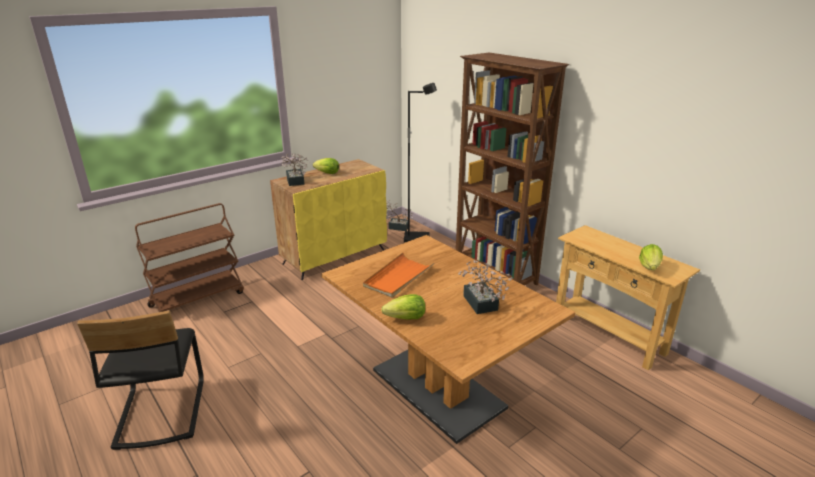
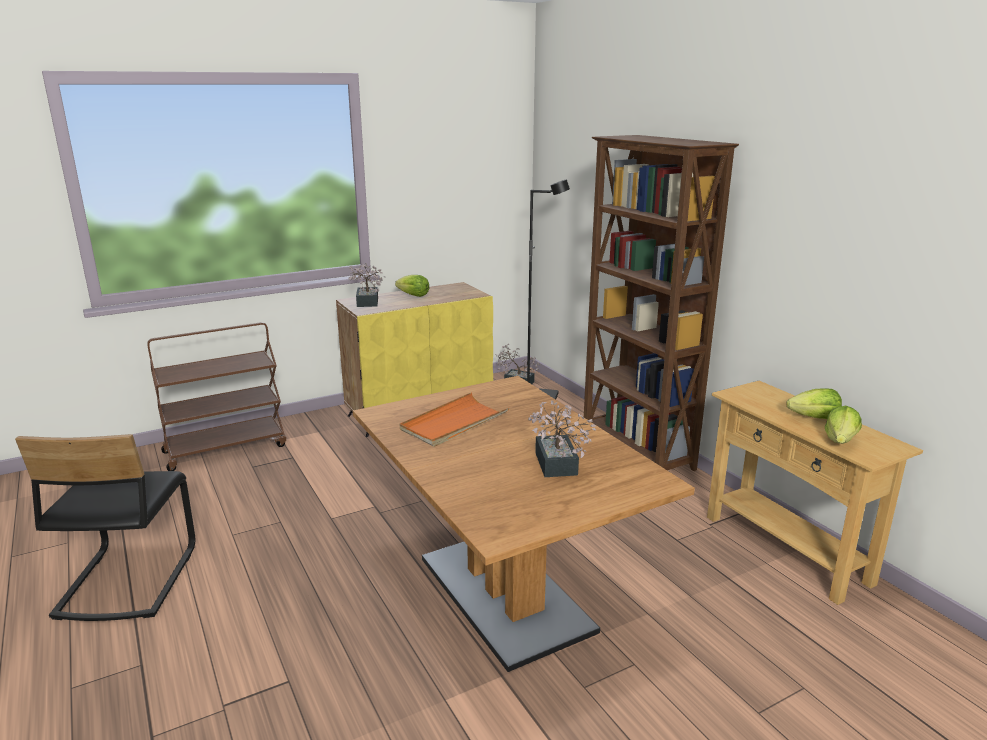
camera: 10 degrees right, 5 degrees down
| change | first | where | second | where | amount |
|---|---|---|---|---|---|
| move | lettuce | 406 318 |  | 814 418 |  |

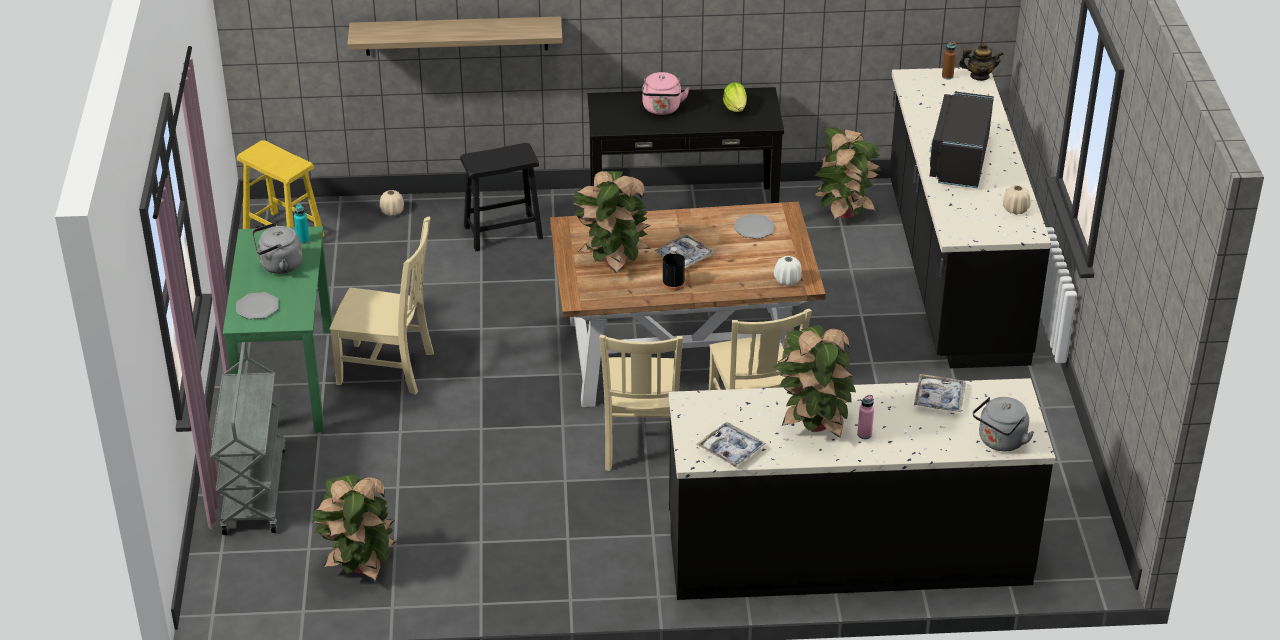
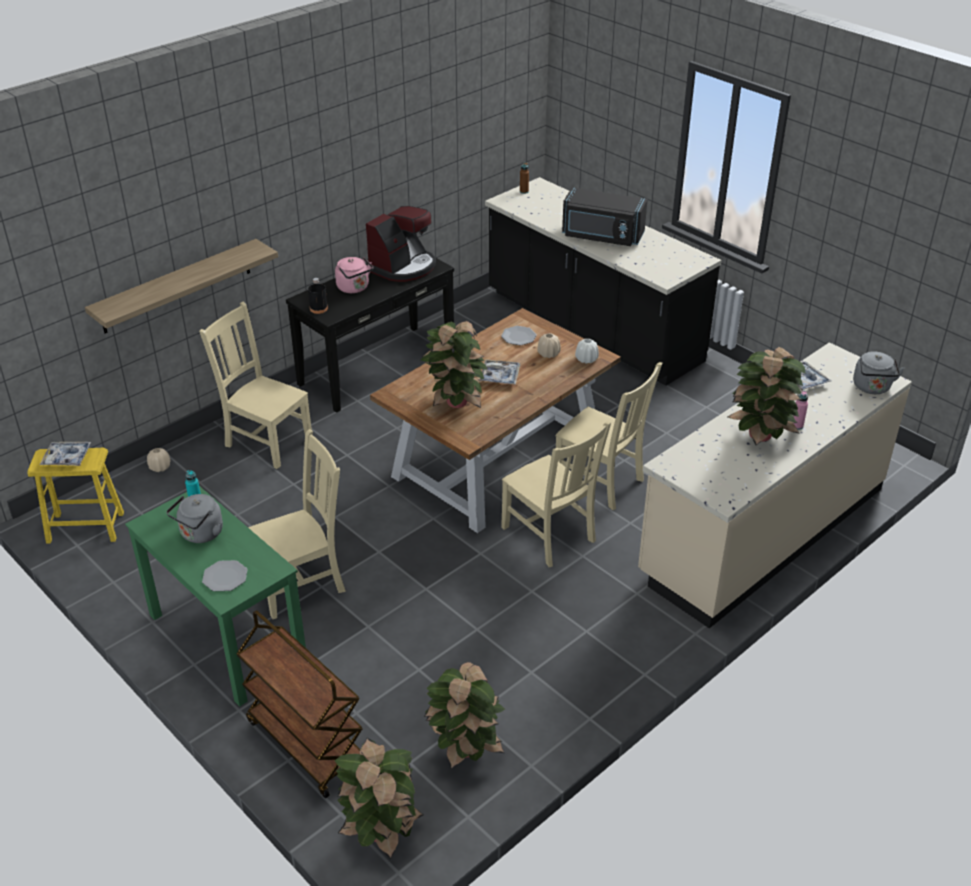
camera: 40 degrees left, 0 degrees up
| change | first | where | second | where | amount |
|---|---|---|---|---|---|
| recolor | cart/grey | 253 490 | cart/brown | 305 744 |  |
| replace | stool/black | 503 232 | chair/beige | 266 441 |  |
| move | bottle/black | 673 283 |  | 318 308 |  |
| recolor | counter/black | 848 552 | counter/beige | 762 531 |  |
| move | tray | 731 449 |  | 67 458 |  |
| replace | lettuce | 735 107 | coffee machine | 403 267 |  |
| move | potted plant | 845 211 |  | 382 829 |  |
| rotate | microwave/black | 958 160 |  | 602 236 | 45 degrees counterclockwise |
| delete | teapot | 979 76 |  |  |  |
| move | vase/beige | 1015 209 |  | 548 354 |  |

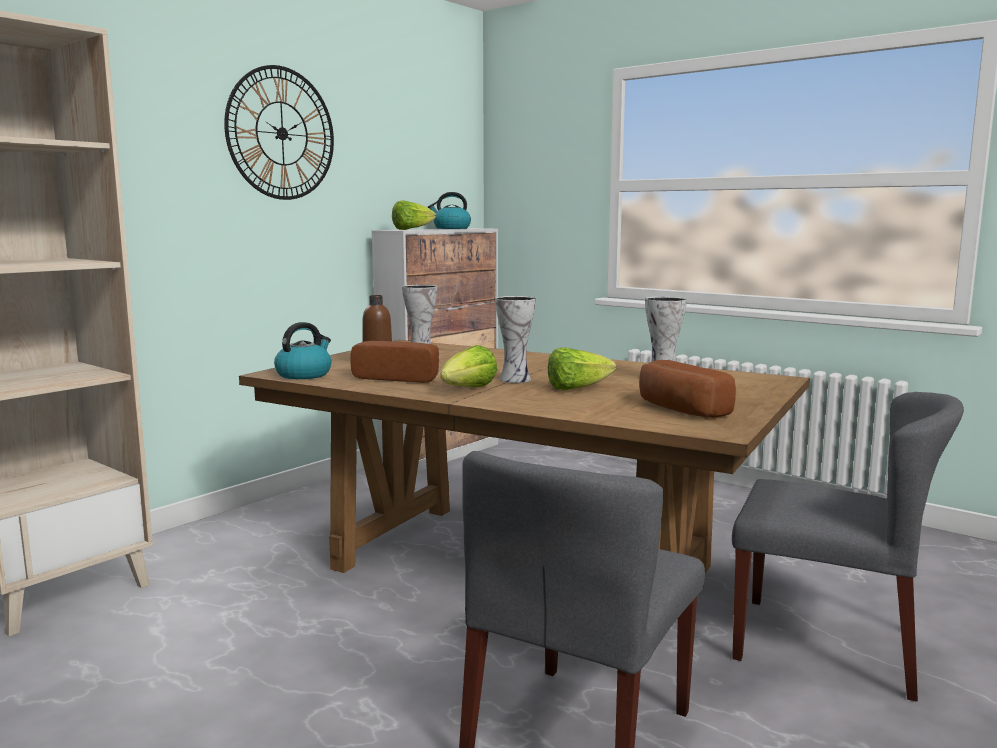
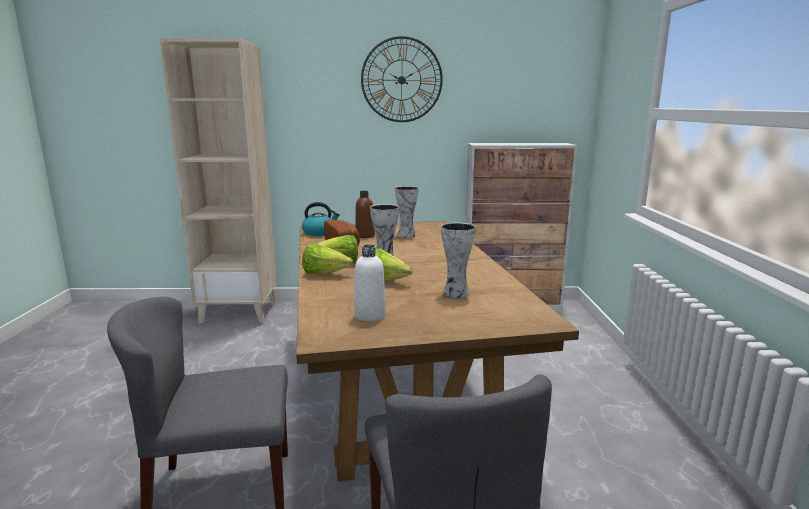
camera: 50 degrees right, 5 degrees up
| change | first | where | second | where | amount |
|---|---|---|---|---|---|
| move | lettuce | 412 229 |  | 324 274 |  |
| delete | kettle | 451 228 |  |  |  |
| replace | bread | 678 409 | bottle/white | 370 316 |  |

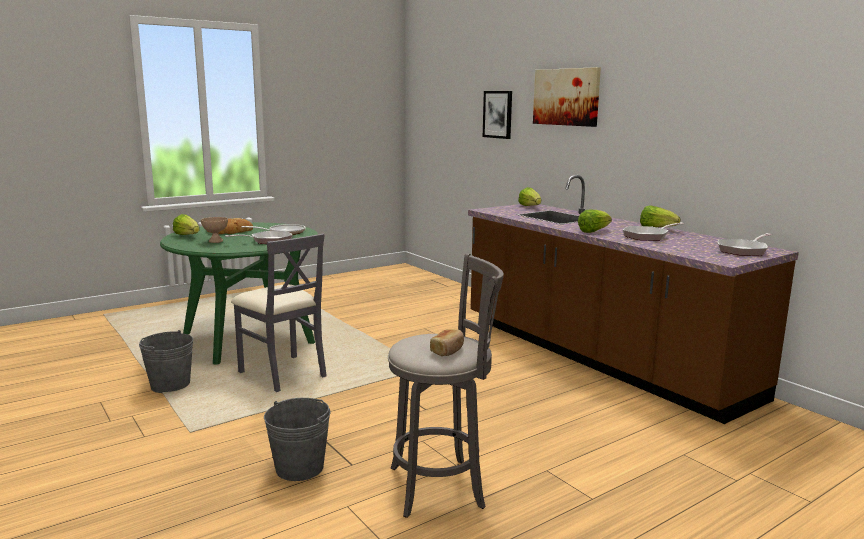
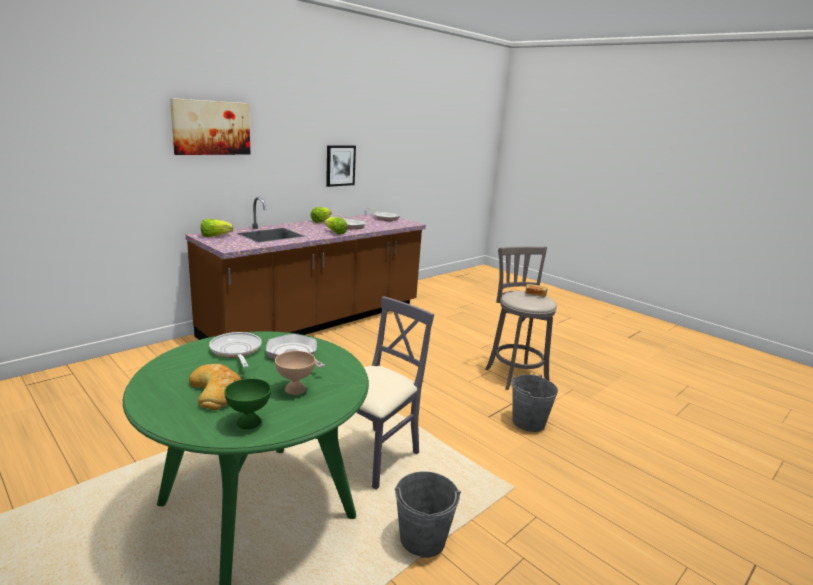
camera: 100 degrees left, 5 degrees up
| change | first | where | second | where | amount |
|---|---|---|---|---|---|
| replace | lettuce | 187 236 | bowl/green | 248 422 |  |
| move | picture | 498 114 |  | 340 165 |  |

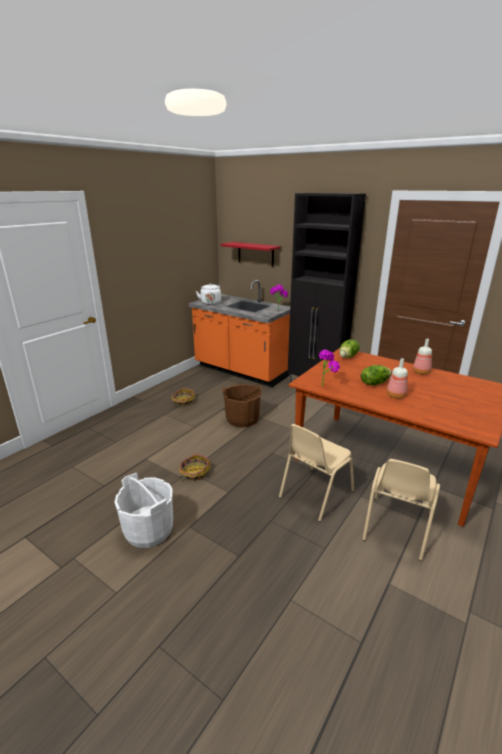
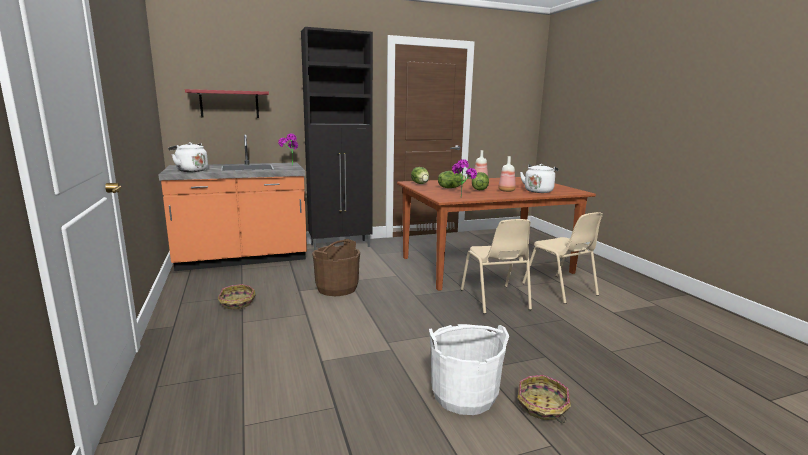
camera: 55 degrees left, 10 degrees down
| change | first | where | second | where | amount |
|---|---|---|---|---|---|
| move | basket | 194 473 |  | 542 407 |  |
| insert |  |  | lettuce | 450 188 |  |
| insert |  |  | kettle/white | 538 191 |  |

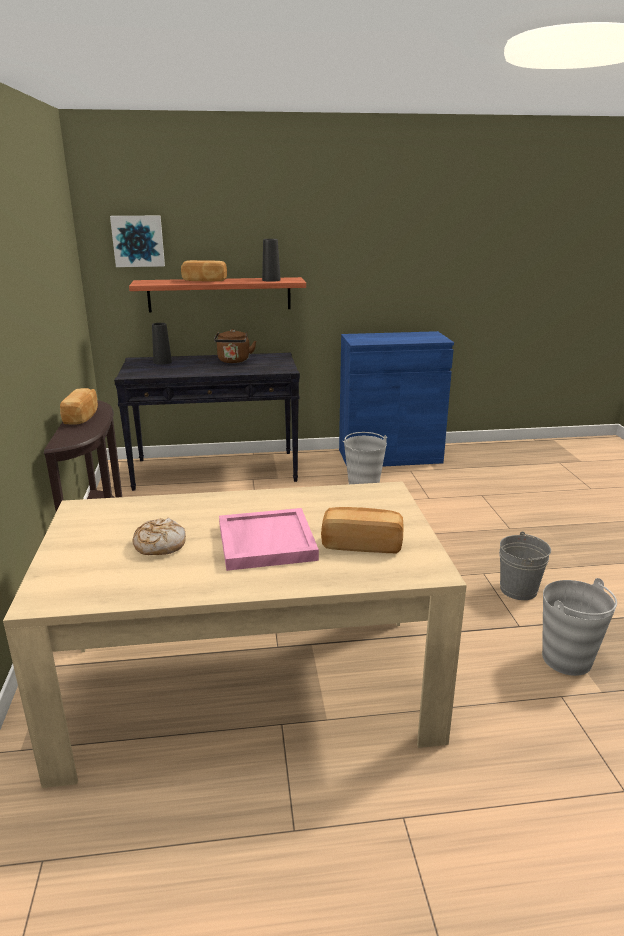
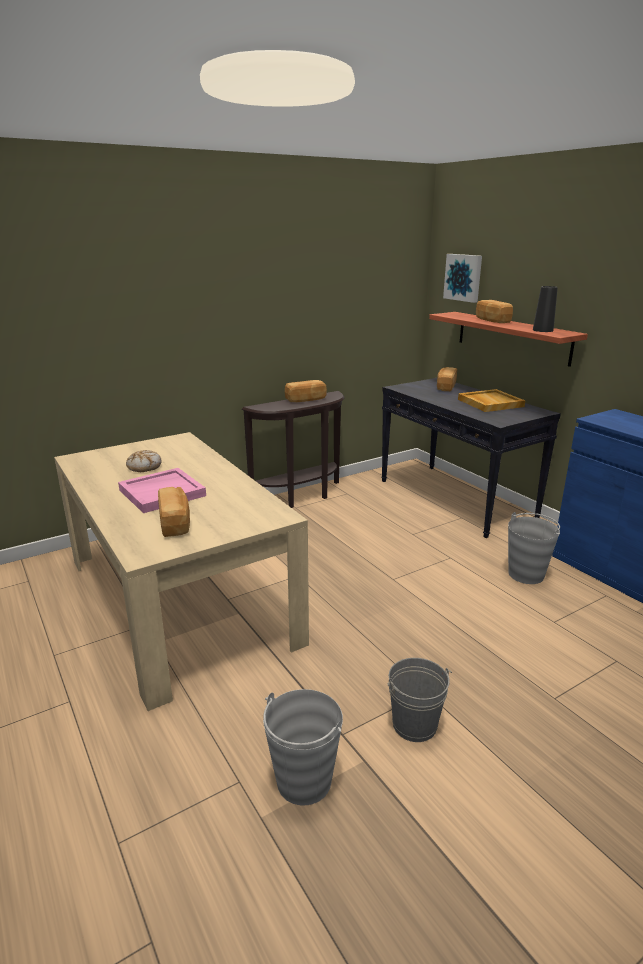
camera: 65 degrees right, 0 degrees up
| change | first | where | second | where | amount |
|---|---|---|---|---|---|
| replace | vase/black | 162 362 | bread | 445 387 |  |
| replace | kettle/brown | 234 361 | tray/beige | 489 403 |  |

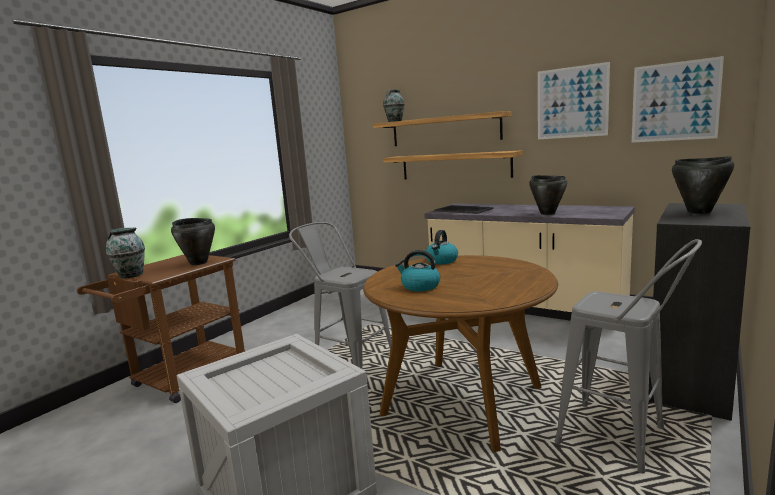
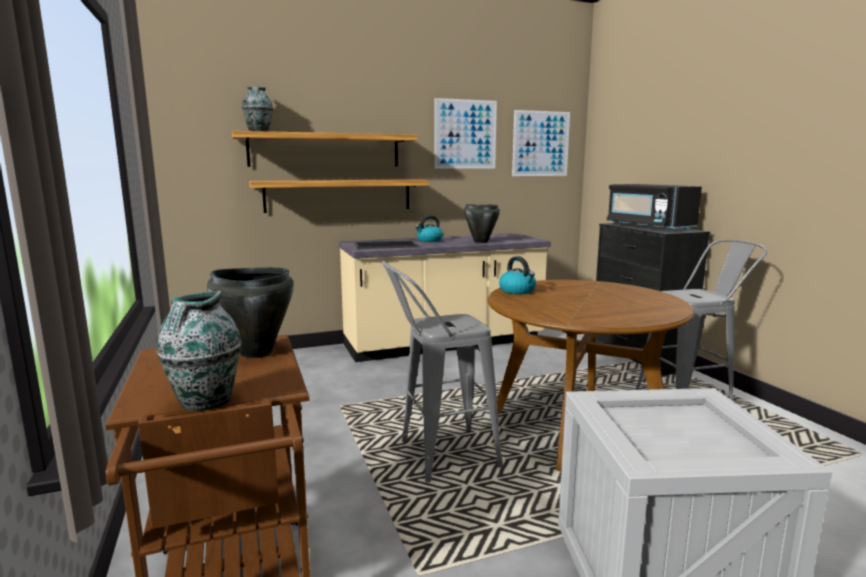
camera: 55 degrees left, 0 degrees up
| change | first | where | second | where | amount |
|---|---|---|---|---|---|
| move | kettle | 419 286 |  | 429 240 |  |
| replace | cooking pot/black | 699 212 | microwave/black | 648 227 |  |

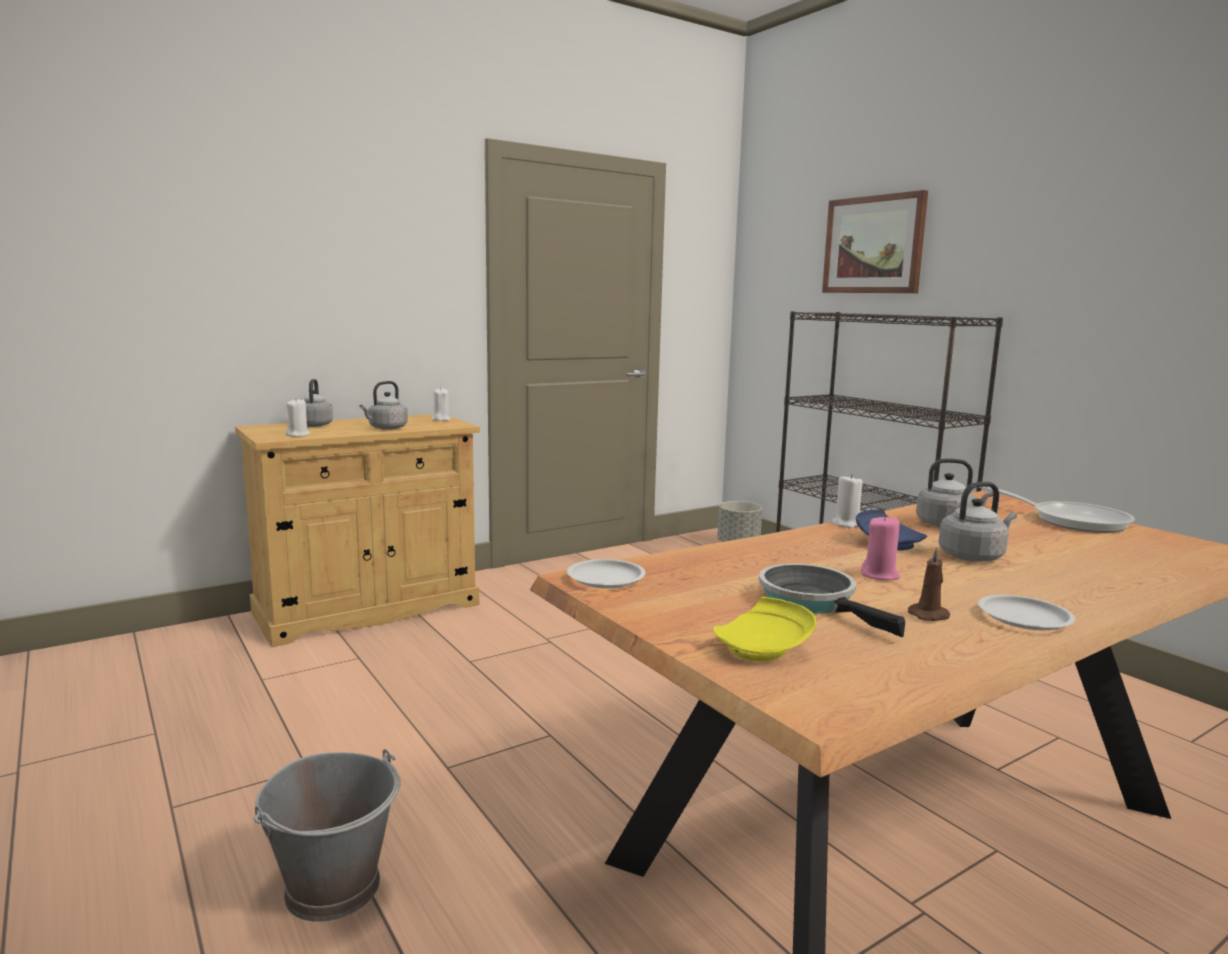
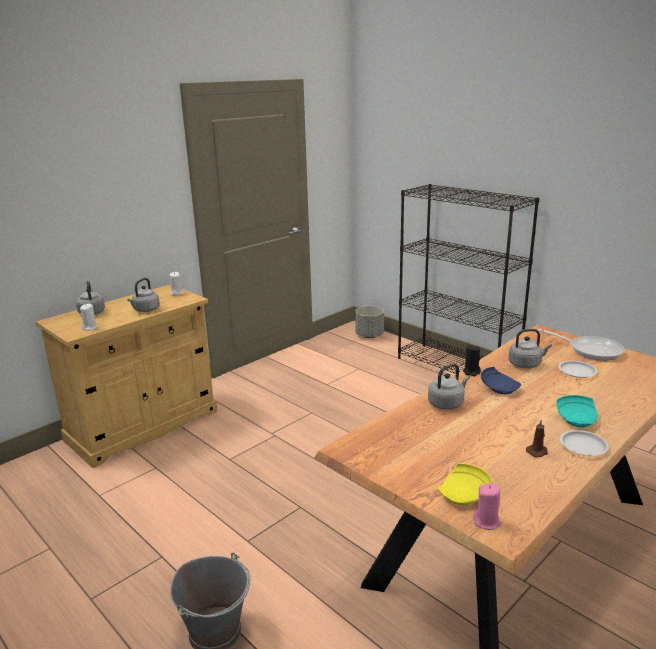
camera: 10 degrees left, 10 degrees up
| change | first | where | second | where | amount |
|---|---|---|---|---|---|
| move | plate/white | 605 578 |  | 576 371 |  |
| delete | frying pan | 813 602 |  |  |  |
| delete | picture | 873 245 |  |  |  |
| recolor | candle/white | 847 524 | candle/black | 471 372 |  |
| move | candle/pink | 880 575 |  | 487 521 |  |
| move | kettle/grey | 973 556 |  | 447 403 |  |
| insert |  |  | plate/turquoise | 577 419 |  |

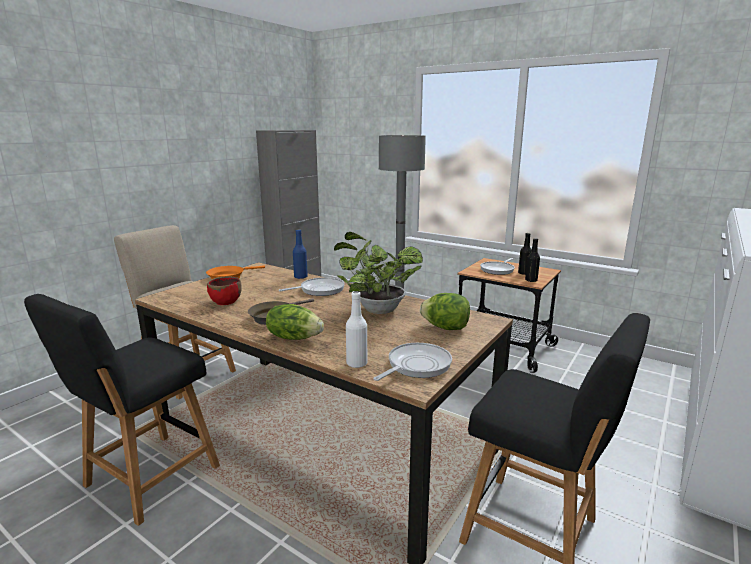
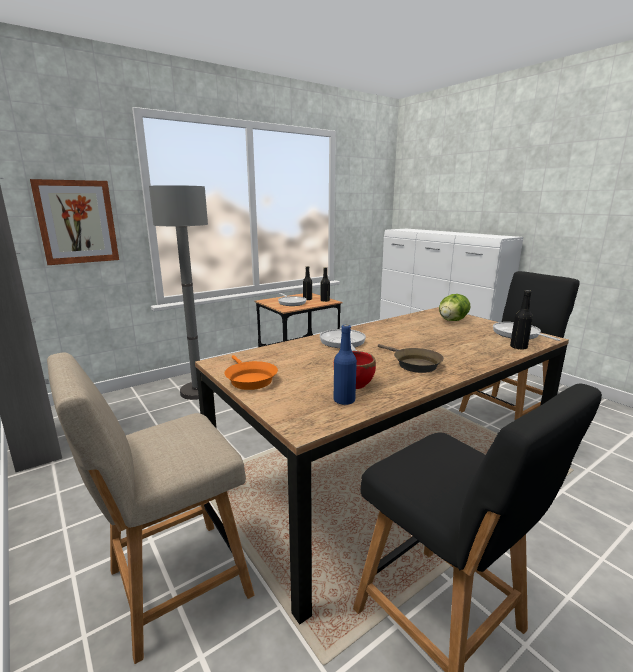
camera: 70 degrees left, 0 degrees up
| change | first | where | second | where | amount |
|---|---|---|---|---|---|
| delete | lettuce | 294 337 |  |  |  |
| move | bottle/blue | 300 277 |  | 344 400 |  |
| delete | potted plant | 376 309 |  |  |  |
| recolor | bottle/white | 356 363 | bottle/black | 518 347 |  |
| insert |  |  | picture | 77 222 |  |

